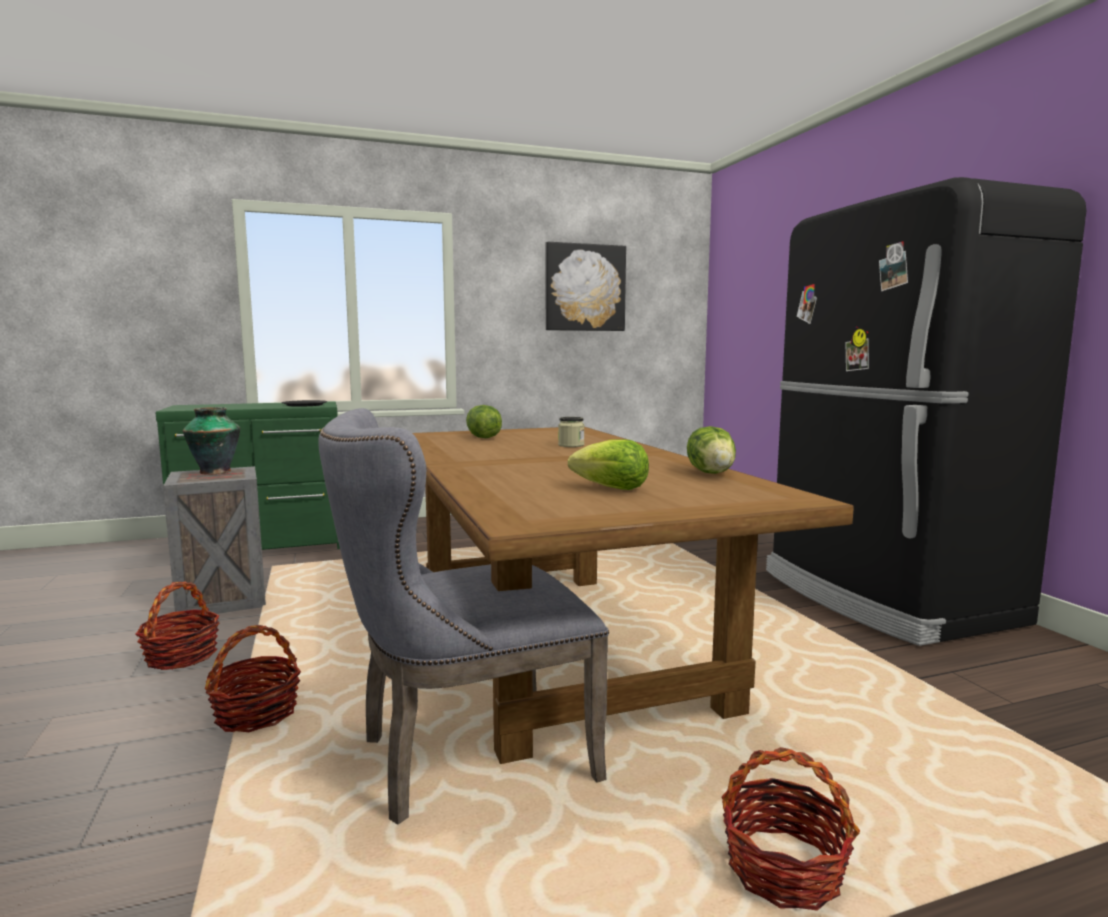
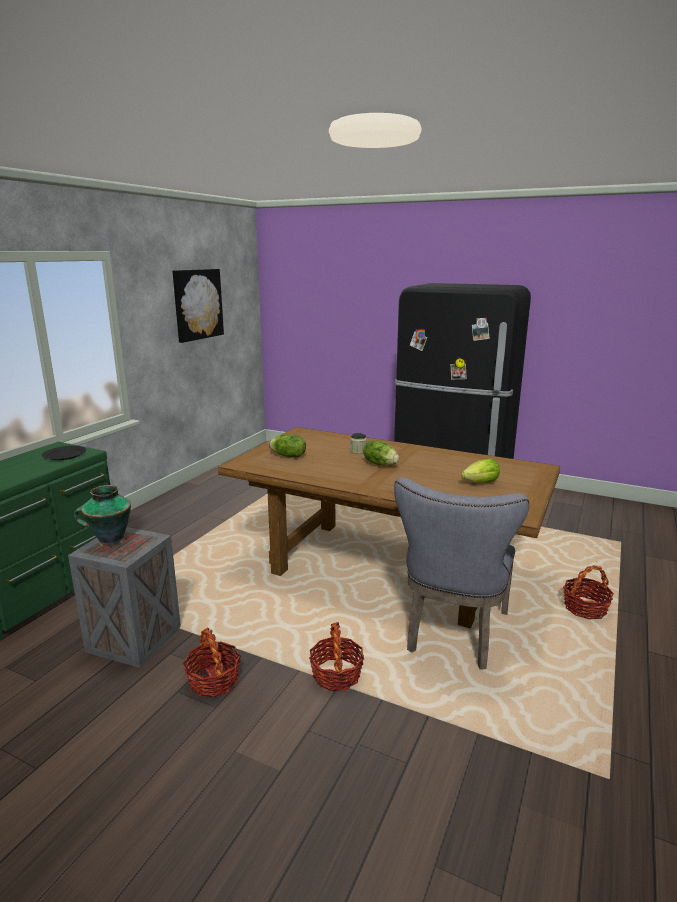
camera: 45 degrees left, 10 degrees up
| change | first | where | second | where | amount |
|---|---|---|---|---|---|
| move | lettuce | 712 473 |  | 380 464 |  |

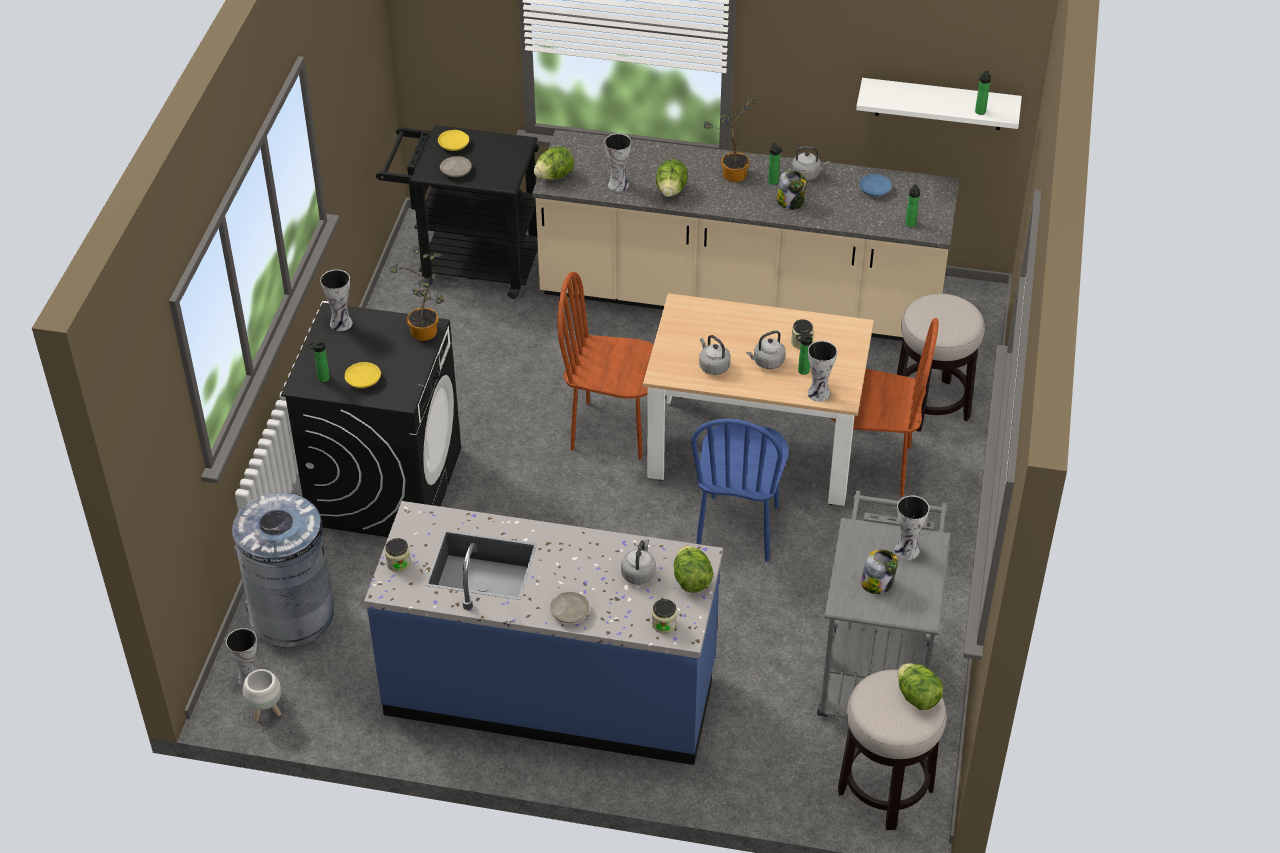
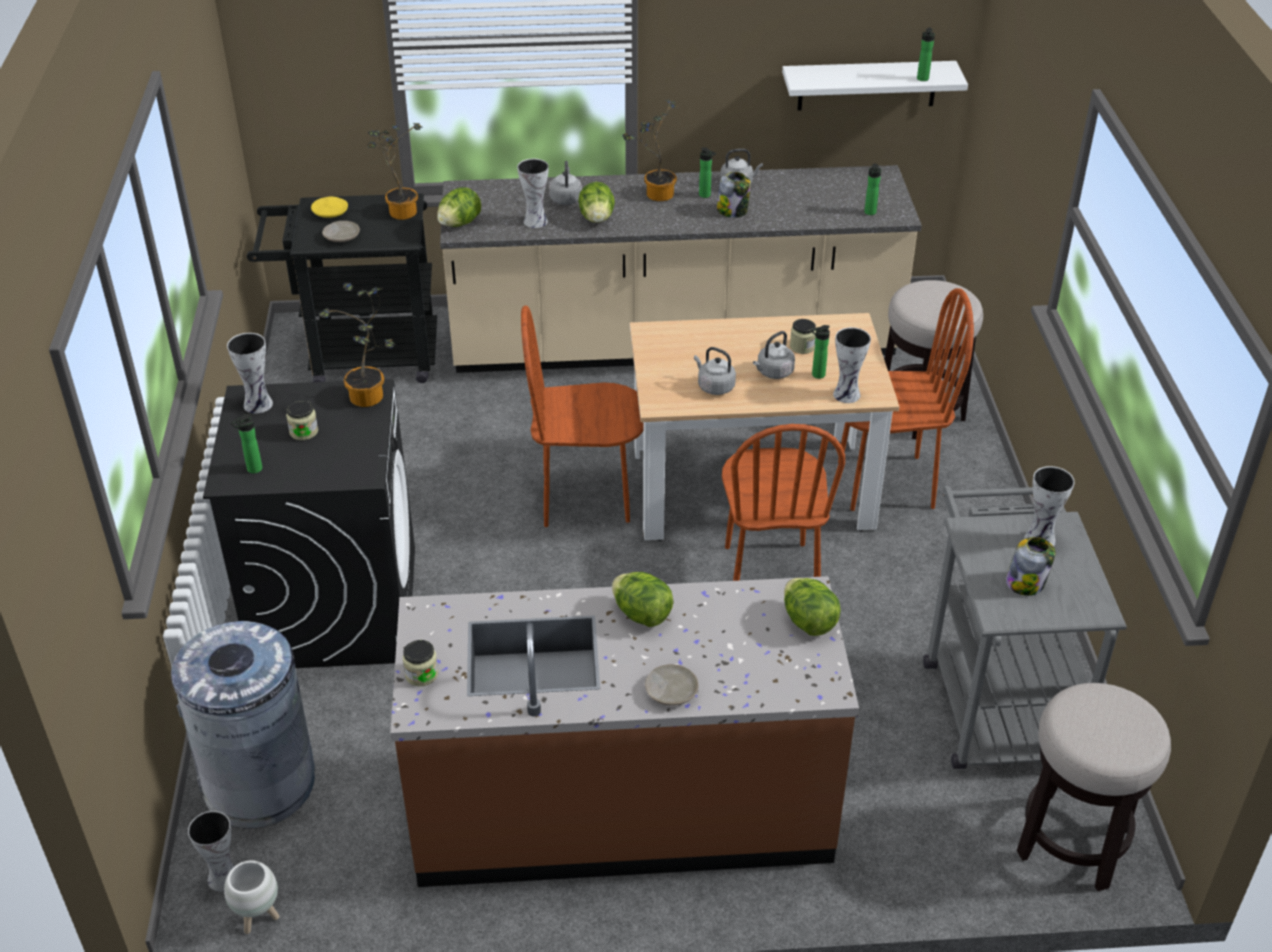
camera: 15 degrees left, 5 degrees down
| change | first | where | second | where | amount |
|---|---|---|---|---|---|
| delete | plate/yellow | 363 379 |  |  |  |
| recolor | counter/blue | 551 689 | counter/brown | 622 807 |  |
| move | kettle/grey | 639 573 |  | 566 198 |  |
| move | jar | 664 624 |  | 304 432 |  |
| recolor | chair/blue | 738 528 | chair/brown | 769 575 |  |
| delete | plate/blue | 874 190 |  |  |  |
| move | lettuce | 917 697 |  | 642 614 |  |
| insert |  |  | potted plant | 400 211 |  |

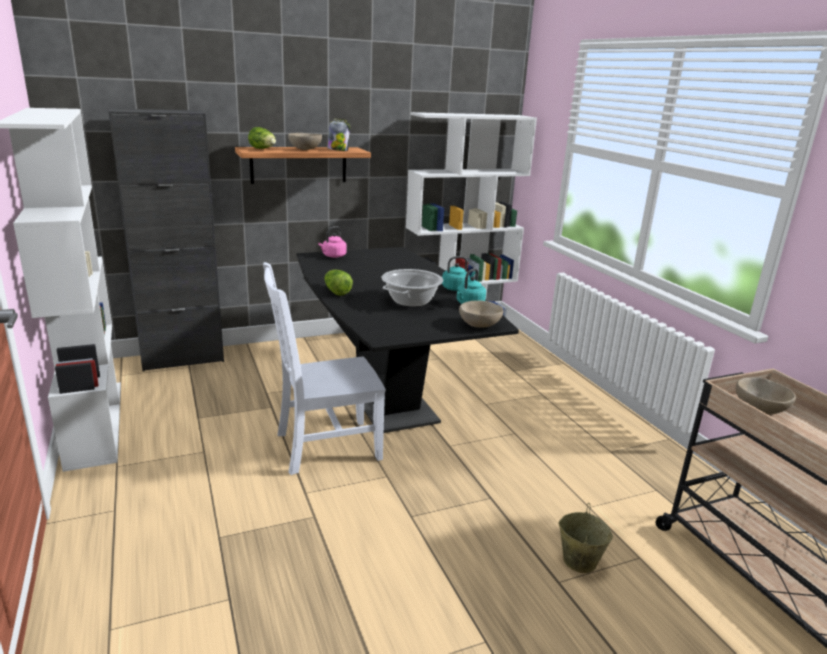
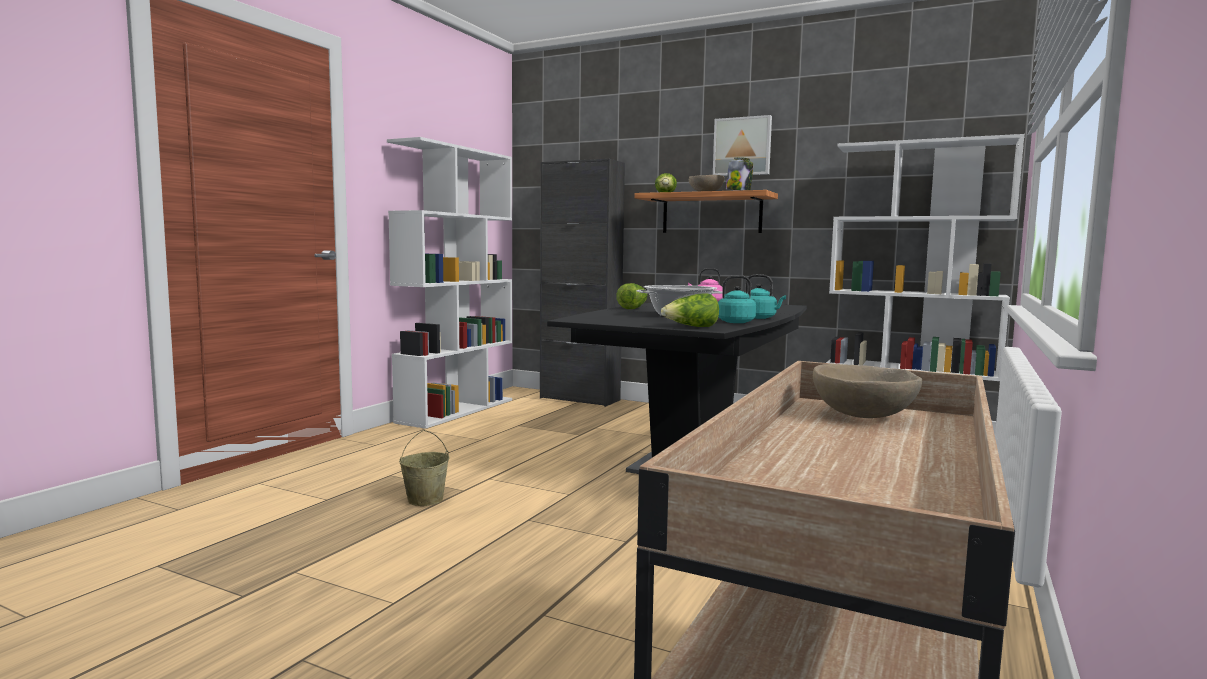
camera: 50 degrees right, 15 degrees down
| change | first | where | second | where | amount |
|---|---|---|---|---|---|
| delete | chair/white | 324 446 |  |  |  |
| replace | bowl/beige | 480 325 | lettuce | 691 327 |  |
| move | bucket/beige | 578 560 |  | 425 499 |  |
| insert |  |  | picture | 742 146 |  |

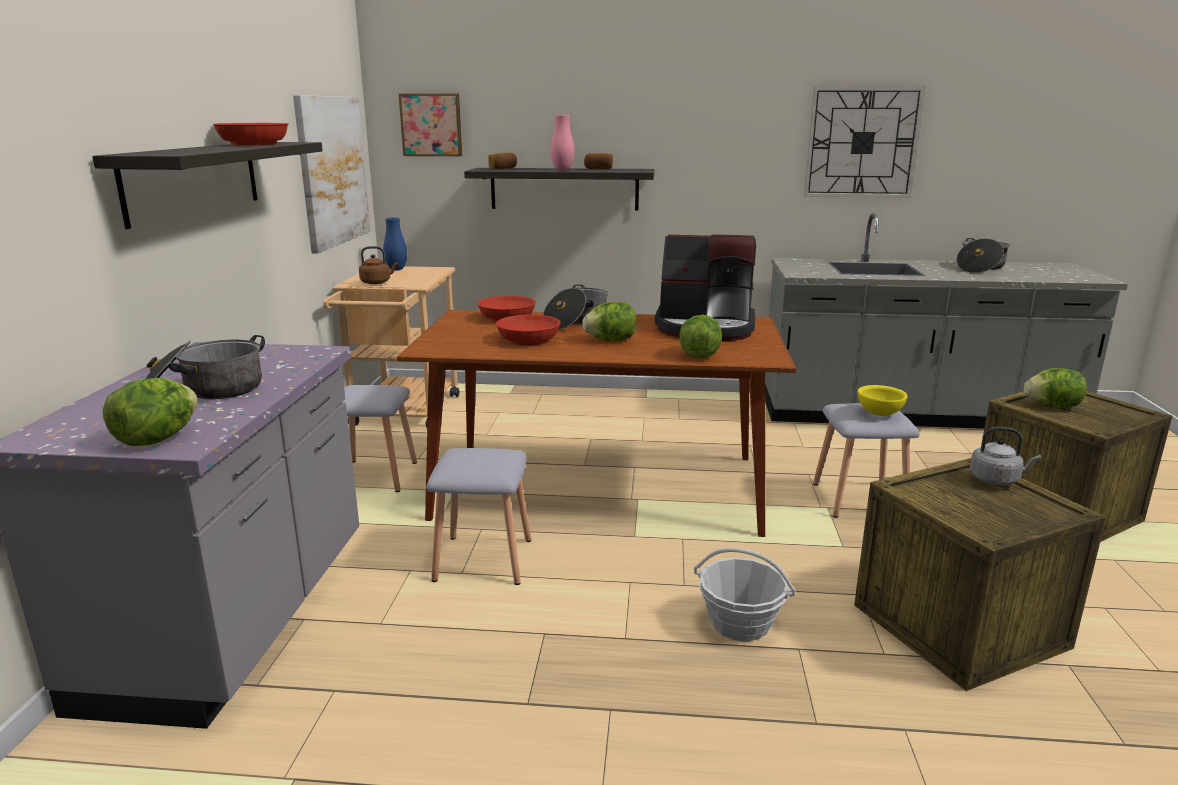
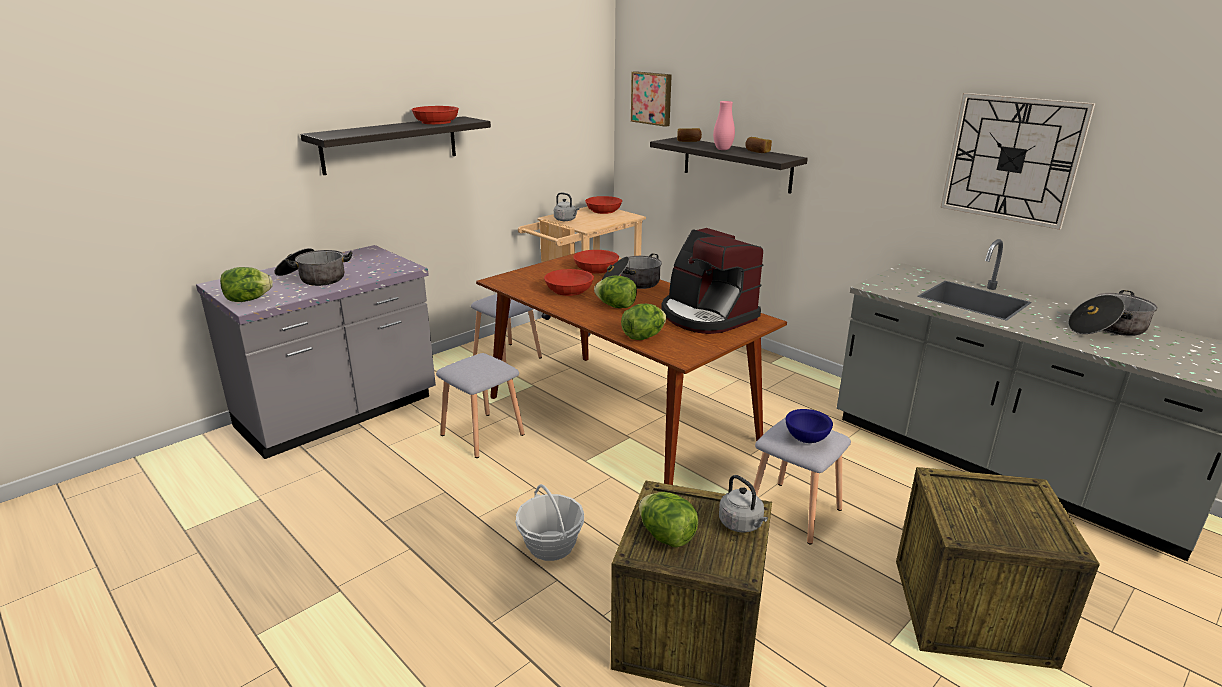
camera: 40 degrees right, 5 degrees up
| change | first | where | second | where | amount |
|---|---|---|---|---|---|
| delete | picture | 332 171 |  |  |  |
| recolor | kettle/brown | 377 282 | kettle/grey | 566 220 |  |
| replace | vase/blue | 396 269 | bowl/red | 603 210 |  |
| recolor | bowl/yellow | 878 413 | bowl/blue | 806 438 |  |
| move | lettuce | 1052 406 |  | 666 536 |  |

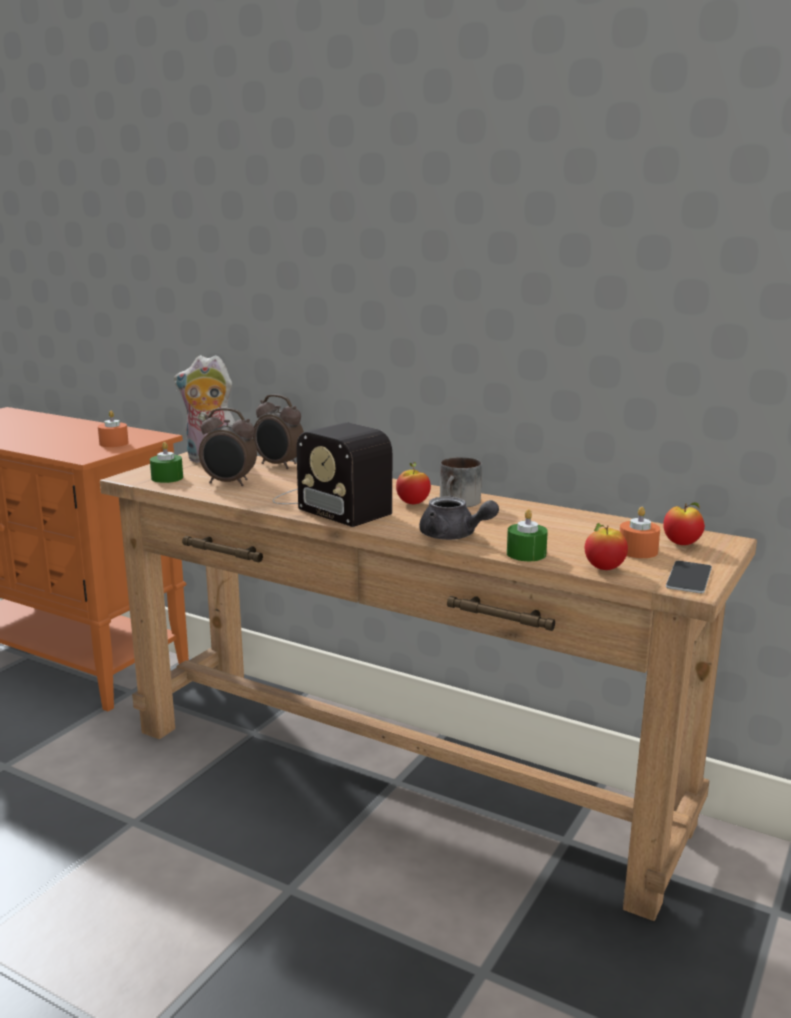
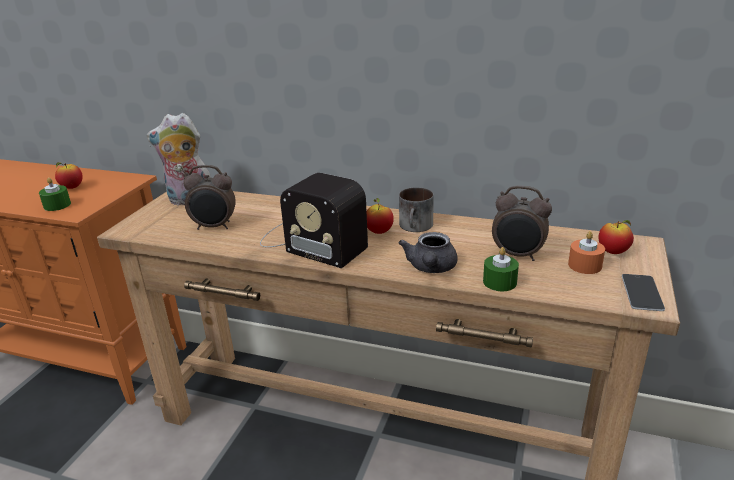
camera: 10 degrees left, 10 degrees up
| change | first | where | second | where | amount |
|---|---|---|---|---|---|
| delete | candle/orange | 114 443 |  |  |  |
| move | candle/green | 167 478 |  | 57 205 |  |
| move | alarm clock | 279 465 |  | 517 255 |  |
| rotate | teapot/grey | 454 536 |  | 431 268 | 75 degrees clockwise |
| move | apple | 604 568 |  | 72 187 |  |

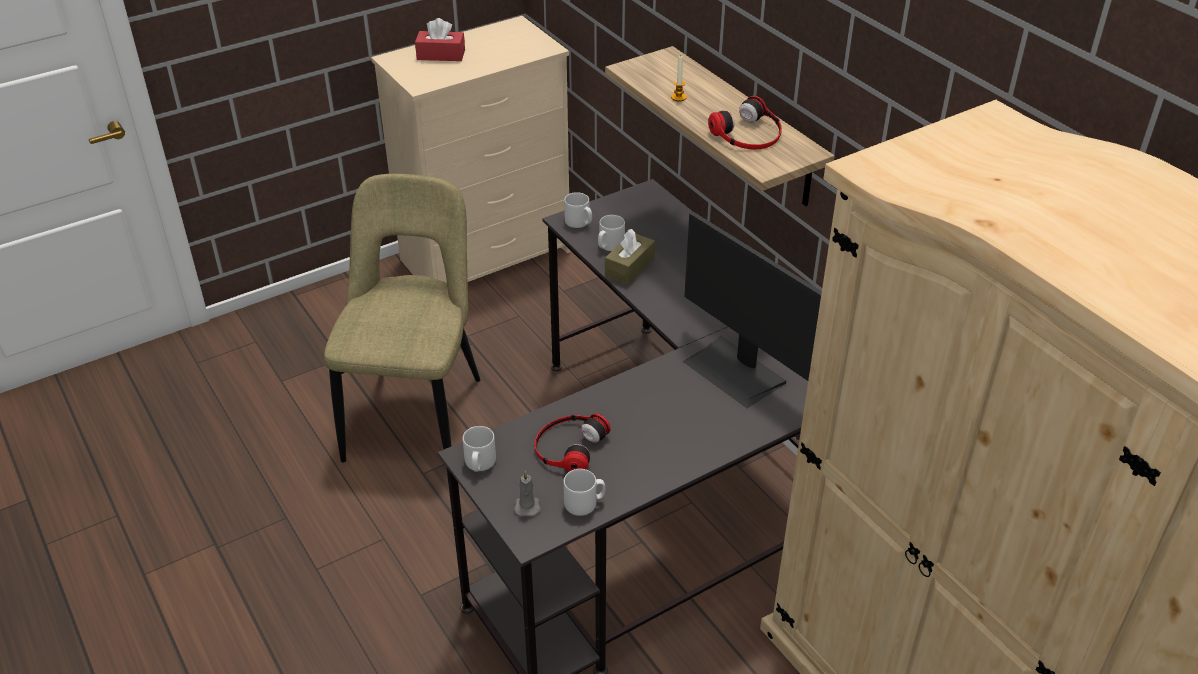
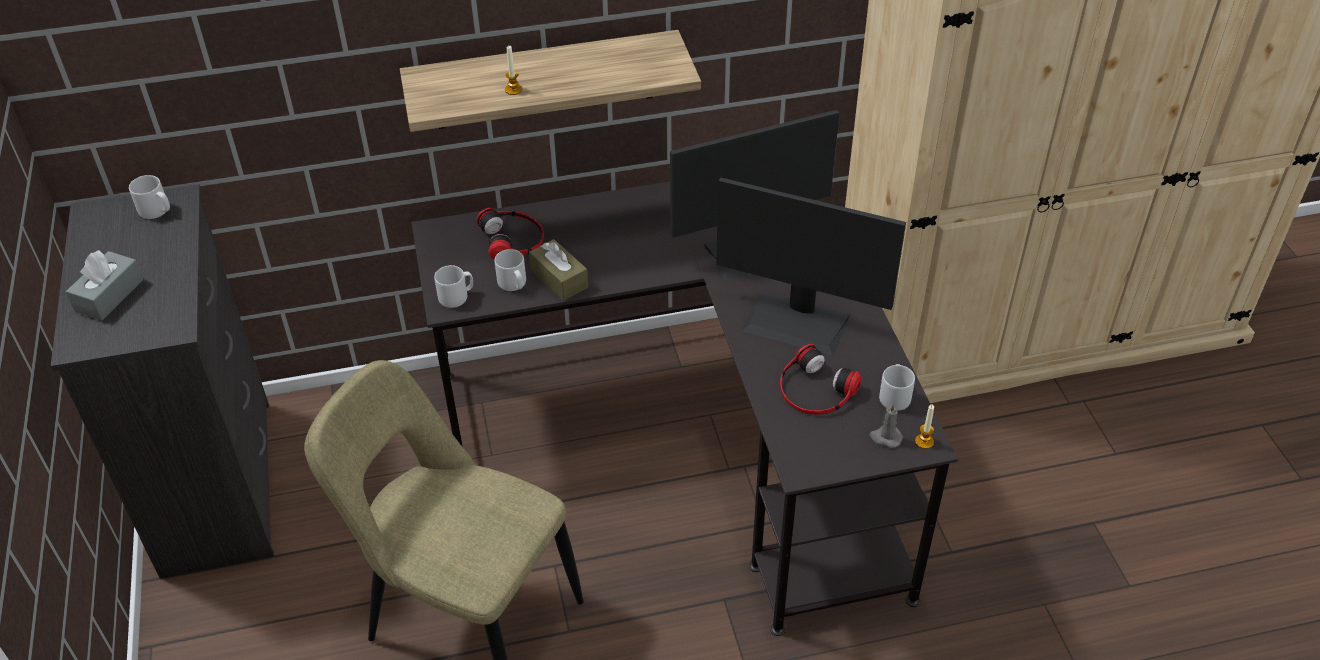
camera: 70 degrees left, 5 degrees up
| change | first | where | second | where | amount |
|---|---|---|---|---|---|
| recolor | dresser/beige | 487 256 | dresser/black | 218 484 |  |
| recolor | tissue box/red | 441 55 | tissue box/grey | 109 295 |  |
| move | mug/grey | 479 463 |  | 157 211 |  |
| move | headphones | 748 133 |  | 513 239 |  |
| insert |  |  | monitor | 797 322 |  |
| insert |  |  | candle | 924 441 |  |

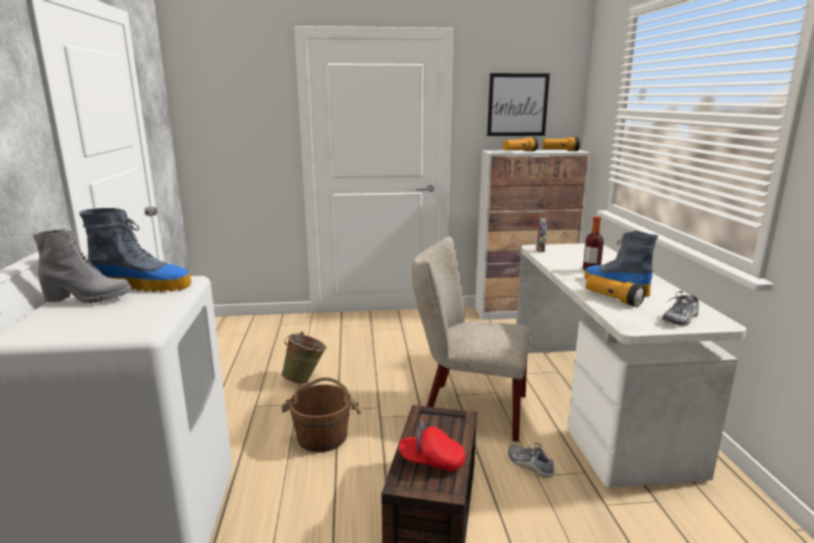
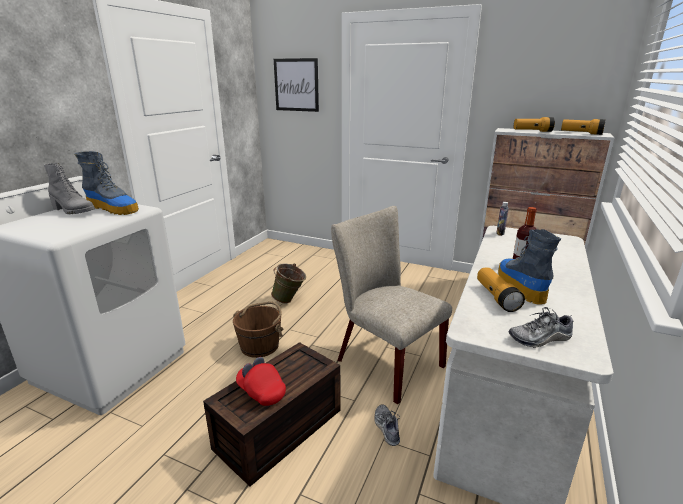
camera: 30 degrees right, 5 degrees up
| change | first | where | second | where | amount |
|---|---|---|---|---|---|
| move | picture | 517 105 |  | 296 85 |  |

